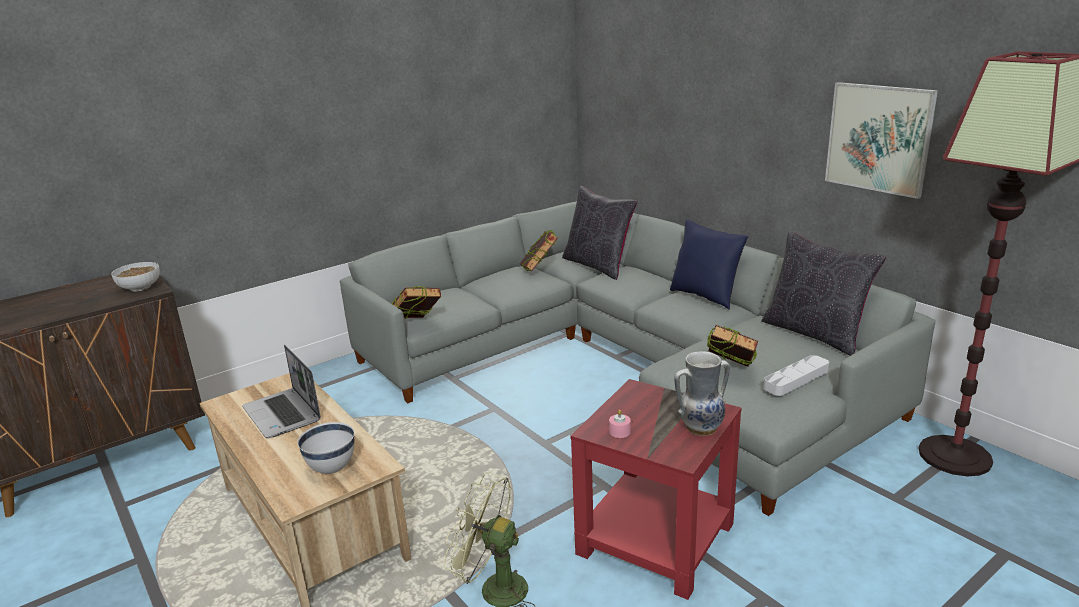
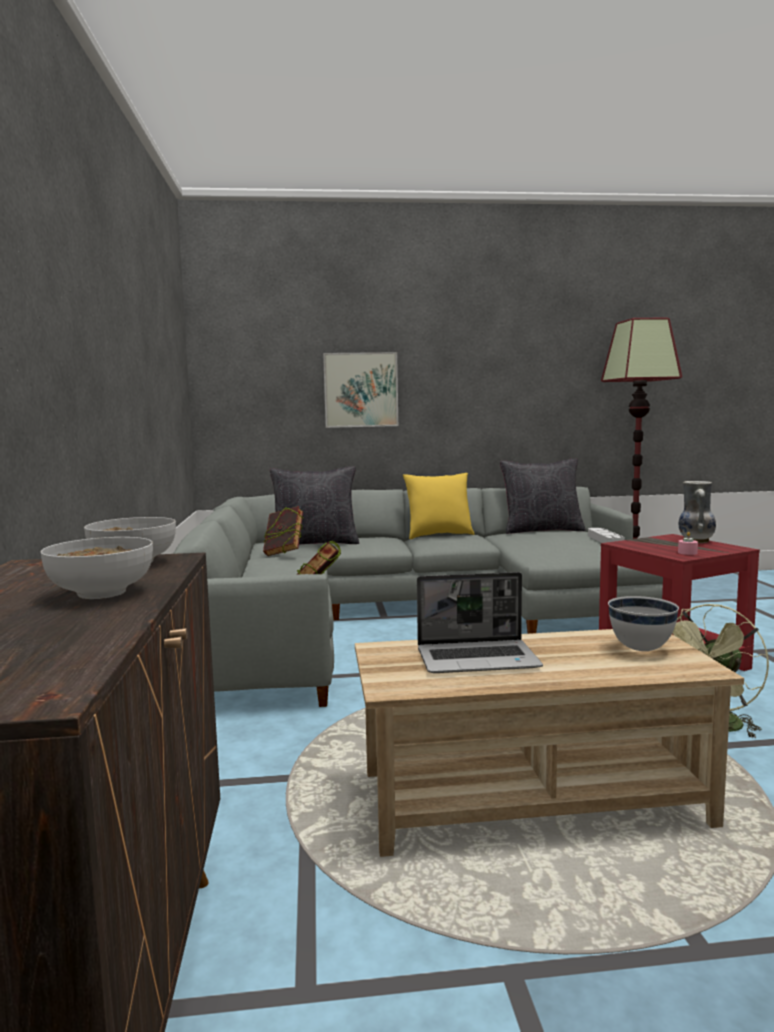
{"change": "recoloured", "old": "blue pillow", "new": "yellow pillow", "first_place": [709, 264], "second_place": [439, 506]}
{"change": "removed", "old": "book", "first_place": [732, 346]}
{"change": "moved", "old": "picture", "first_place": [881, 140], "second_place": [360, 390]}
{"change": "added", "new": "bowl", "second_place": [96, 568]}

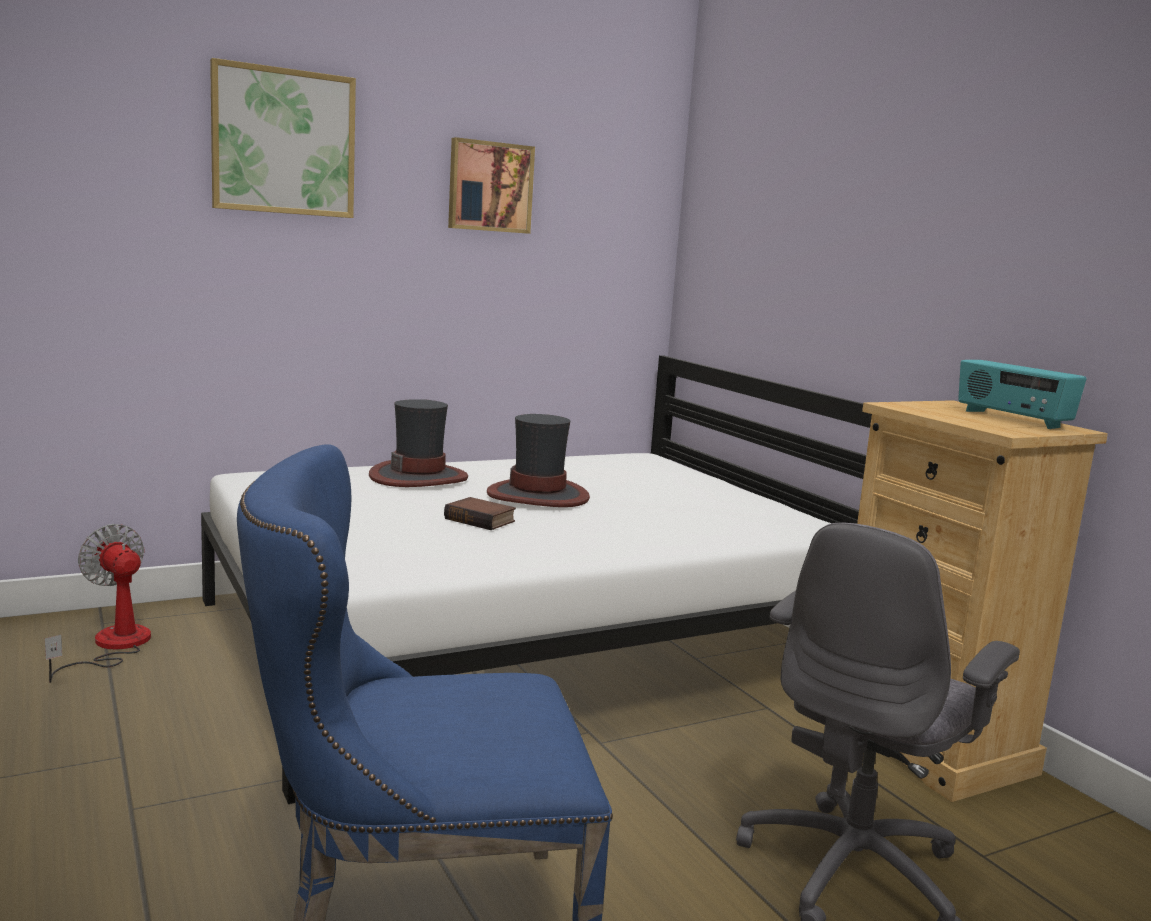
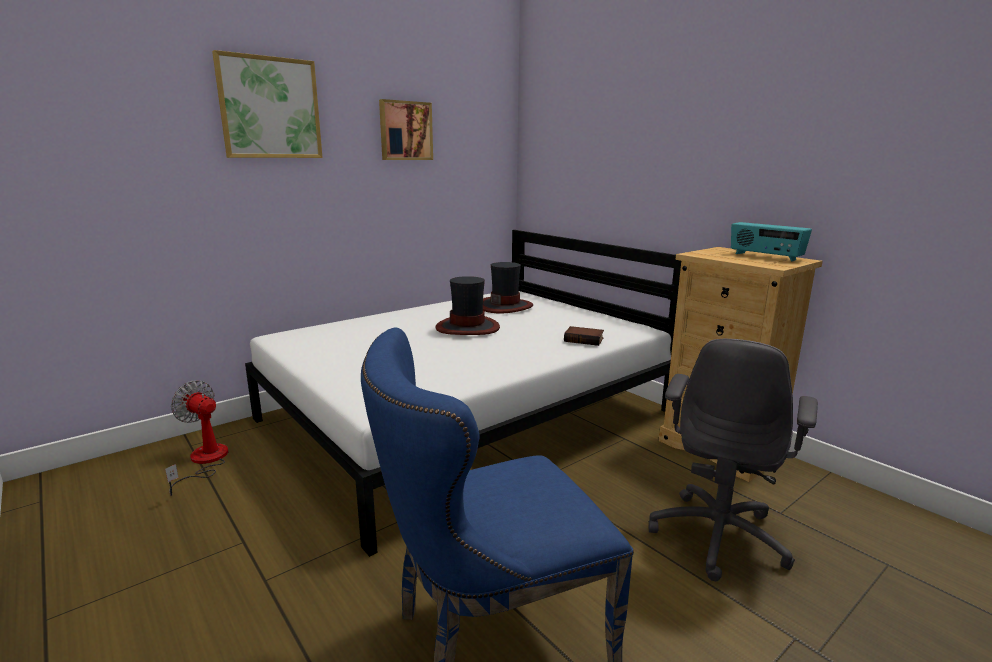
{"change": "moved", "old": "hat", "first_place": [418, 443], "second_place": [508, 287]}
{"change": "moved", "old": "book", "first_place": [480, 513], "second_place": [584, 336]}

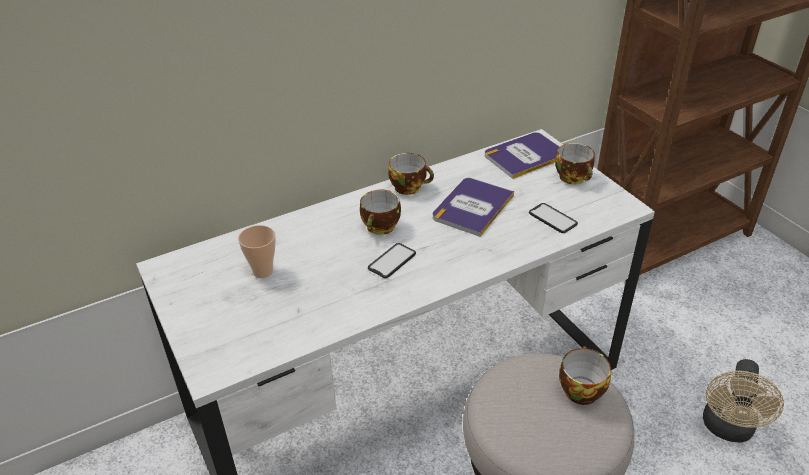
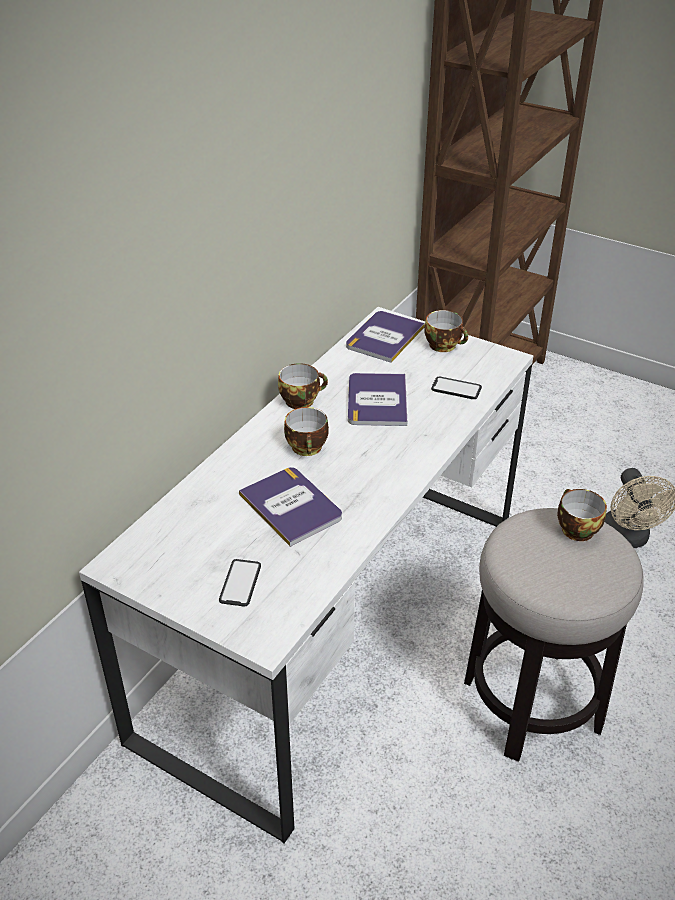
{"change": "removed", "old": "cup", "first_place": [257, 251]}
{"change": "moved", "old": "phone", "first_place": [392, 260], "second_place": [240, 583]}
{"change": "added", "new": "book", "second_place": [290, 507]}

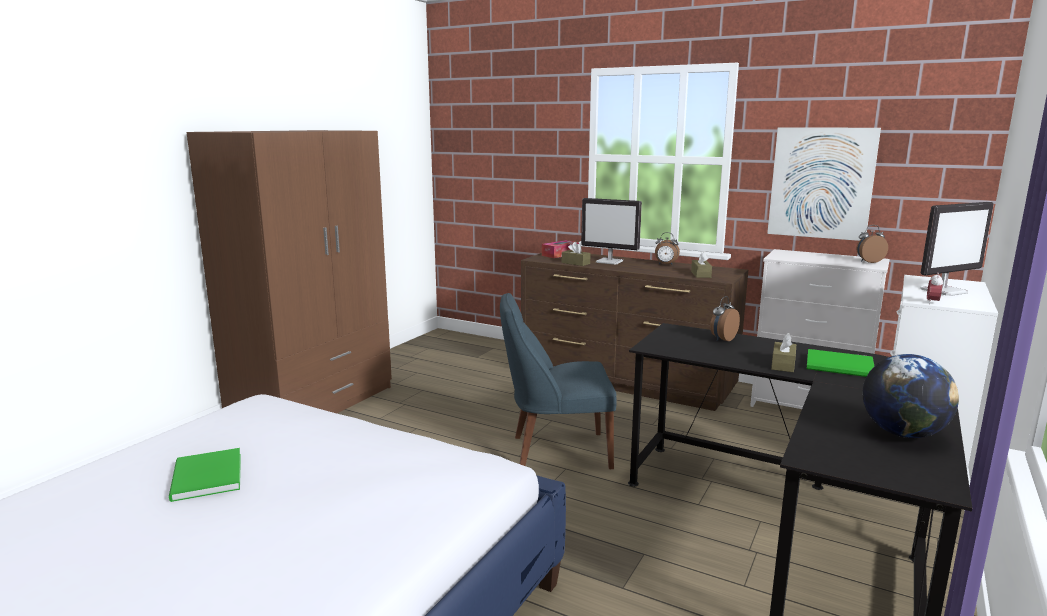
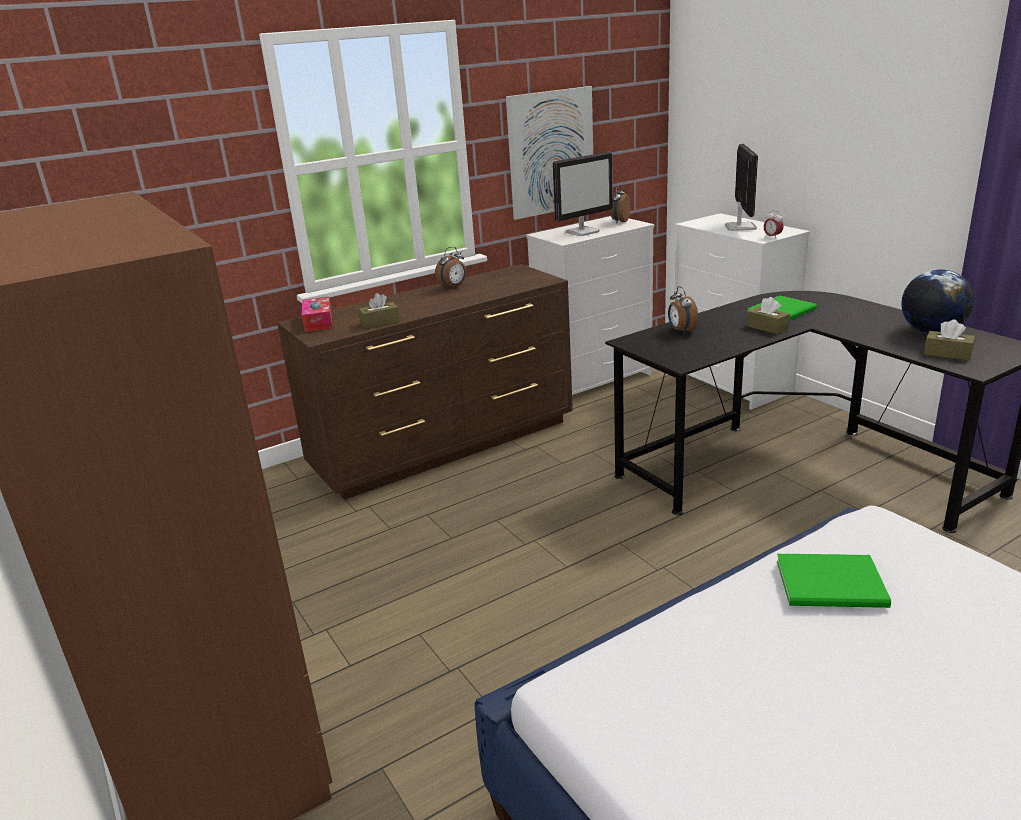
{"change": "moved", "old": "green book", "first_place": [205, 475], "second_place": [834, 581]}
{"change": "removed", "old": "blue chair", "first_place": [558, 381]}
{"change": "moved", "old": "monitor", "first_place": [611, 231], "second_place": [583, 194]}
{"change": "moved", "old": "brown tissue box", "first_place": [701, 265], "second_place": [949, 340]}

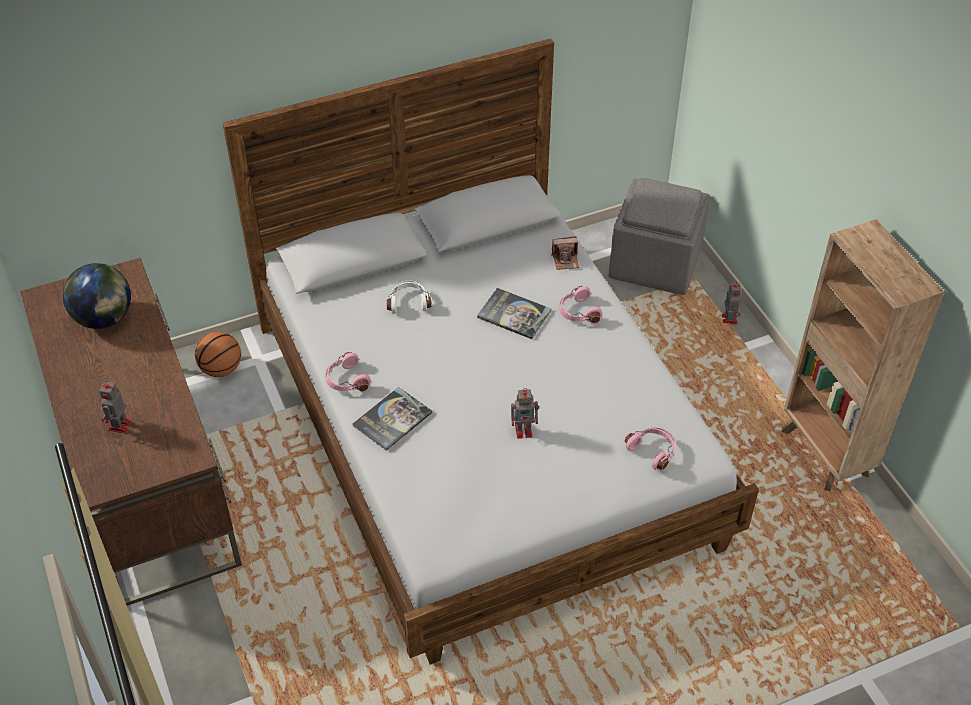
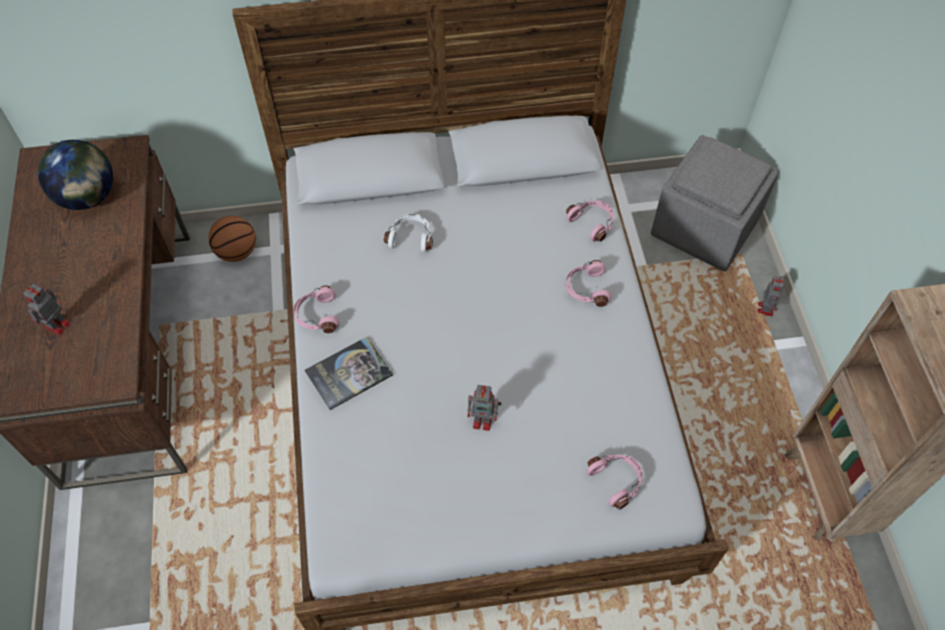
{"change": "removed", "old": "book", "first_place": [514, 313]}
{"change": "replaced", "old": "photo camera", "new": "pink headphones", "first_place": [565, 253], "second_place": [590, 221]}

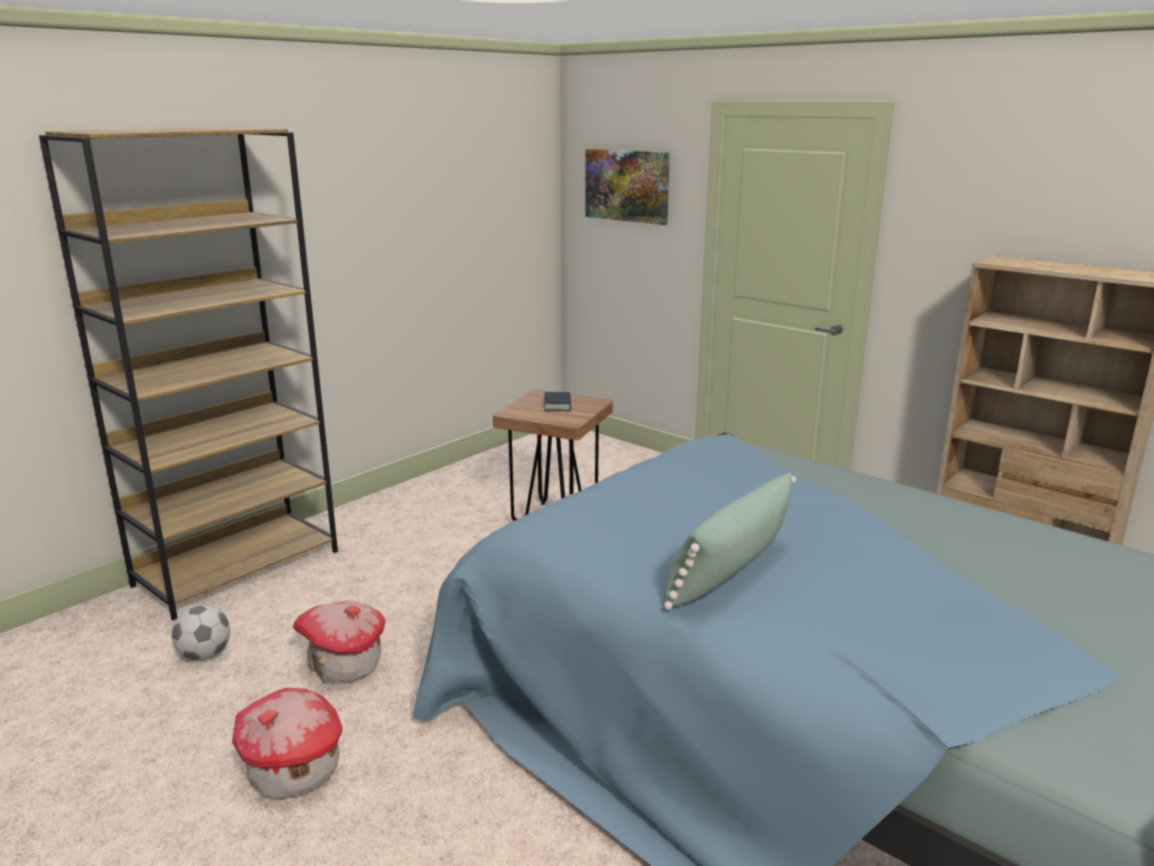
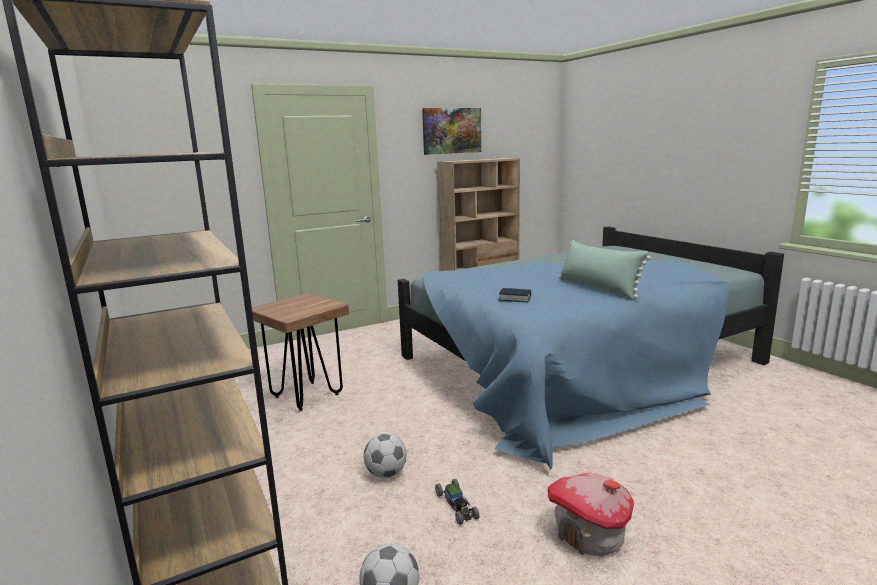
{"change": "replaced", "old": "toy house", "new": "toy car", "first_place": [339, 642], "second_place": [457, 502]}
{"change": "moved", "old": "book", "first_place": [557, 402], "second_place": [515, 295]}
{"change": "moved", "old": "picture", "first_place": [627, 187], "second_place": [451, 131]}
{"change": "added", "new": "football", "second_place": [385, 455]}

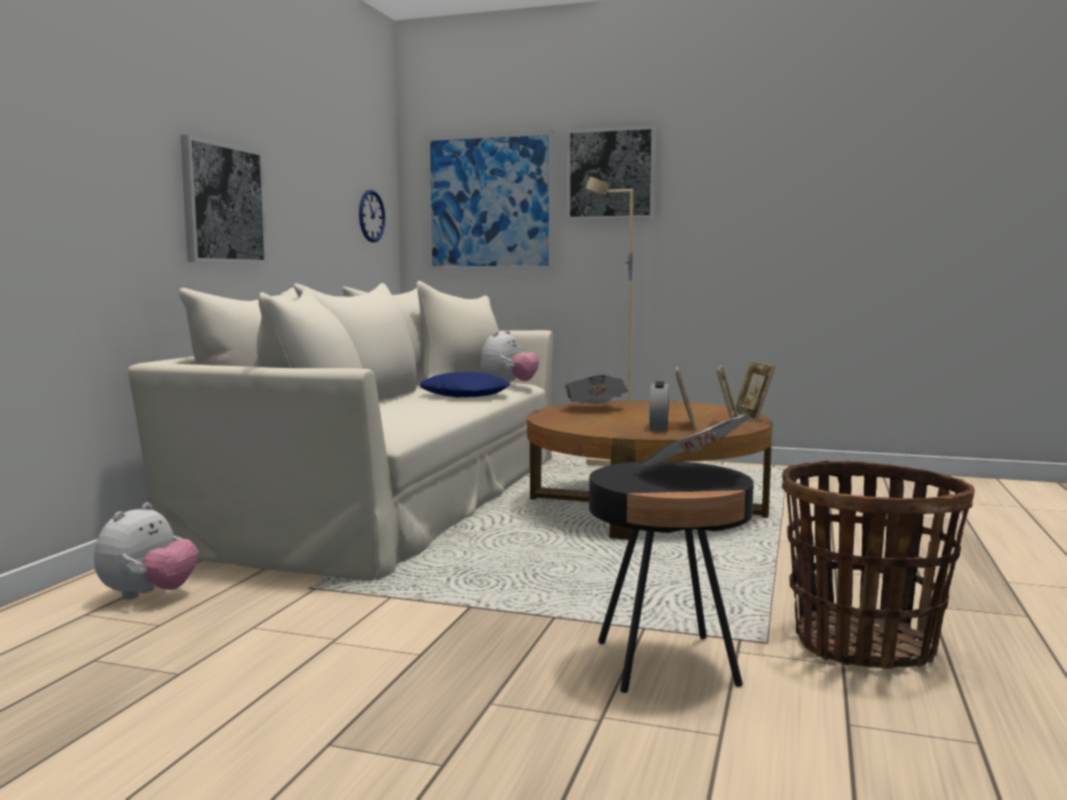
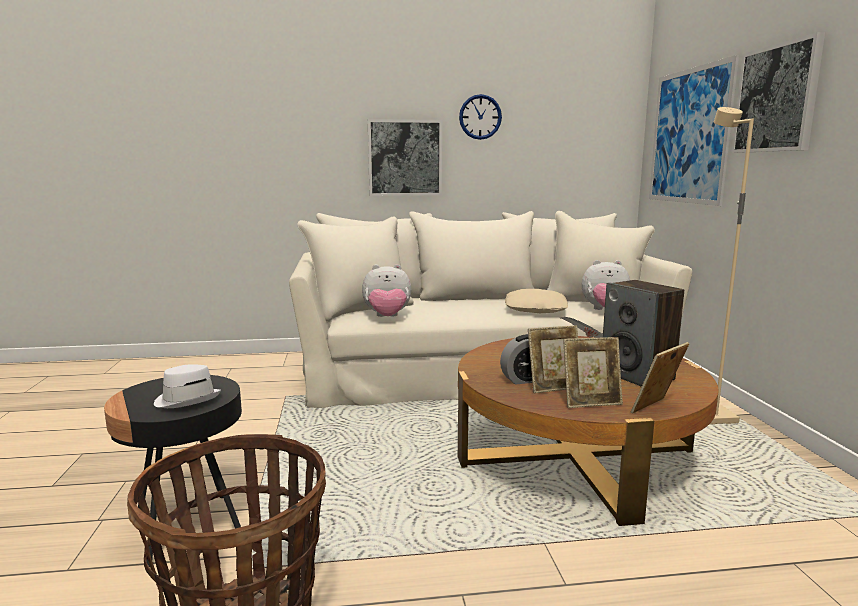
{"change": "moved", "old": "plush toy", "first_place": [146, 551], "second_place": [386, 290]}
{"change": "moved", "old": "wall clock", "first_place": [372, 216], "second_place": [480, 117]}
{"change": "recoloured", "old": "blue pillow", "new": "beige pillow", "first_place": [465, 384], "second_place": [536, 301]}
{"change": "replaced", "old": "newspaper", "new": "white hat", "first_place": [692, 440], "second_place": [187, 386]}
{"change": "added", "new": "speaker", "second_place": [643, 333]}

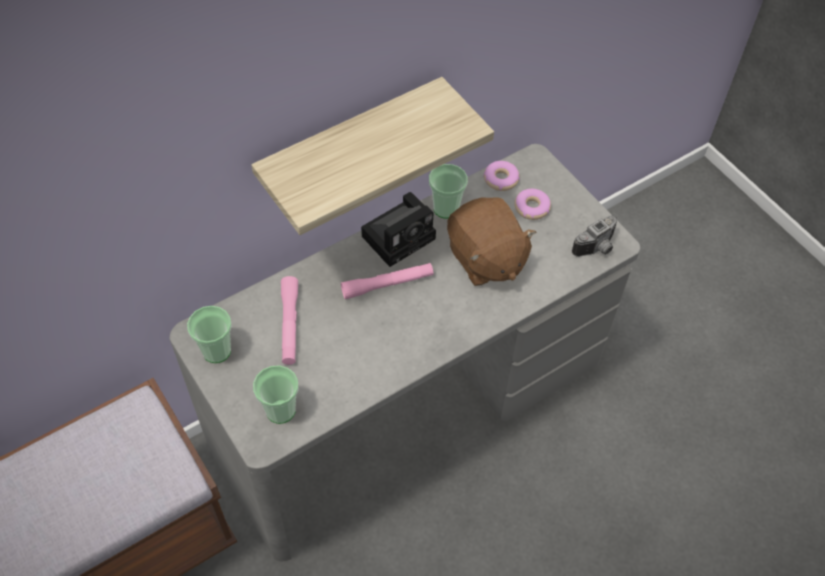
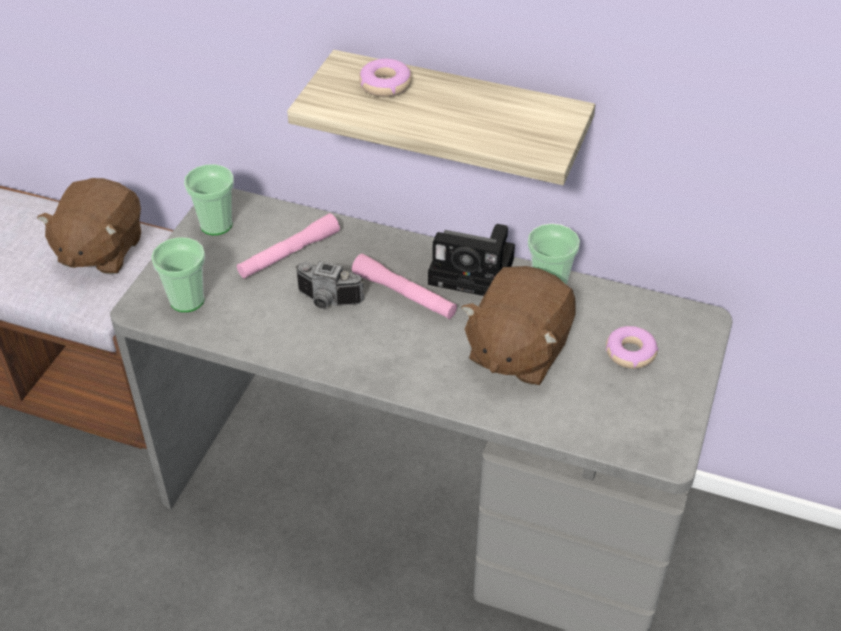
{"change": "moved", "old": "donut", "first_place": [501, 176], "second_place": [385, 78]}
{"change": "moved", "old": "photo camera", "first_place": [594, 236], "second_place": [329, 285]}
{"change": "added", "new": "brown plush toy", "second_place": [89, 226]}

